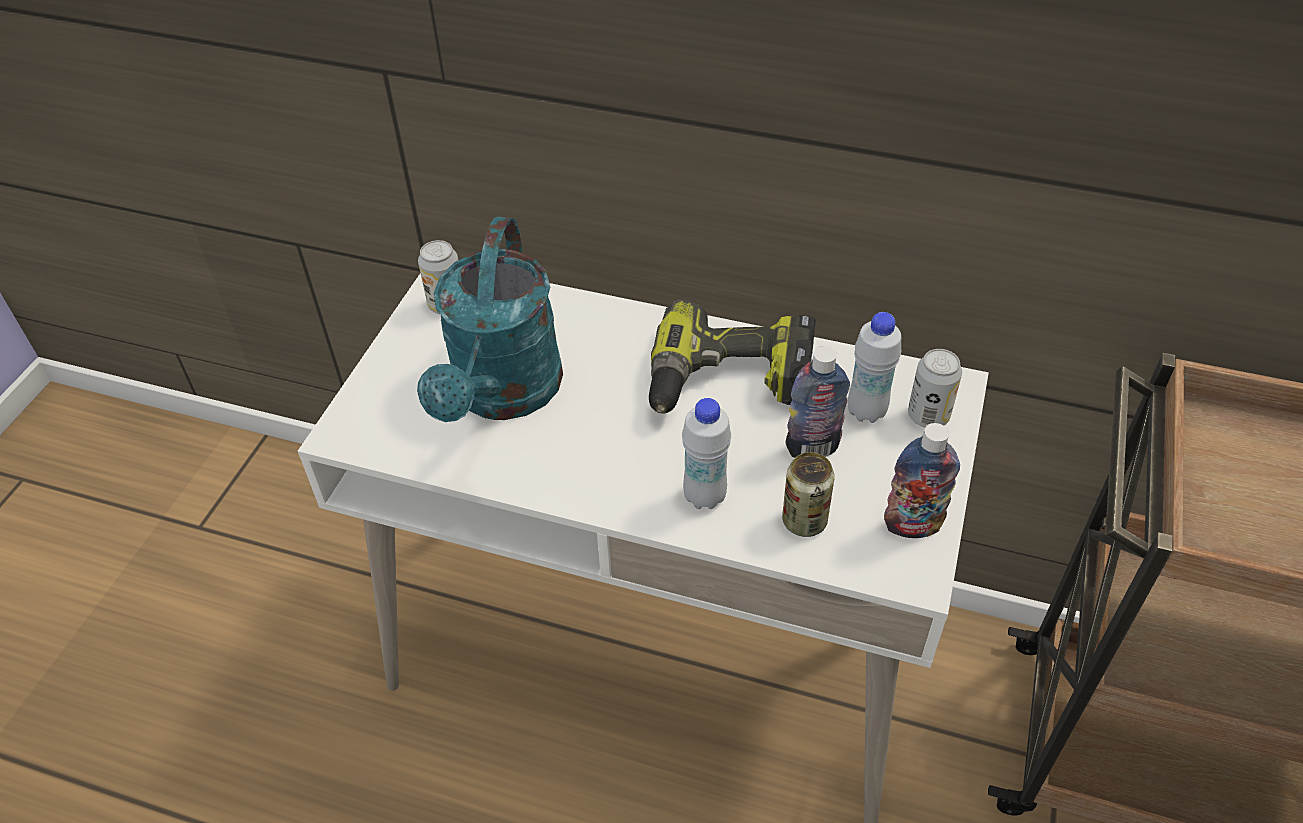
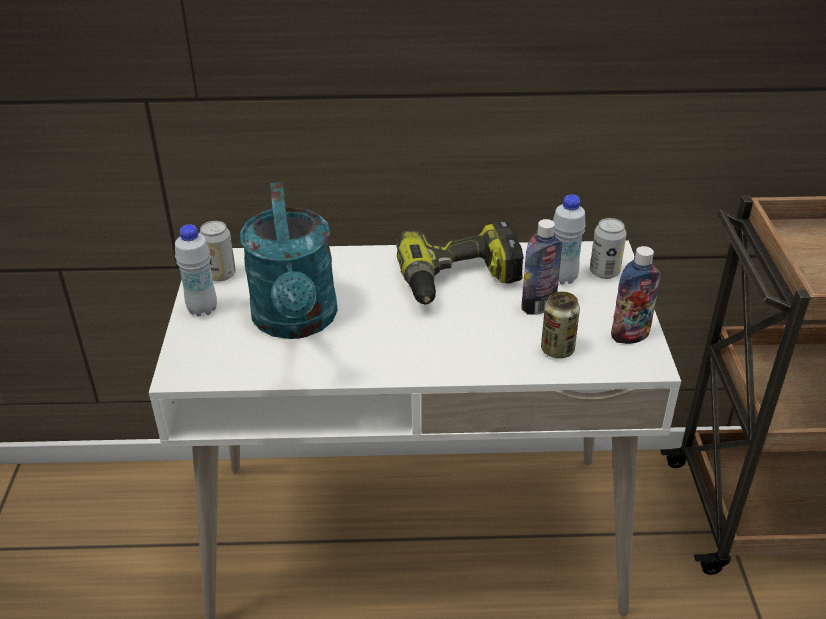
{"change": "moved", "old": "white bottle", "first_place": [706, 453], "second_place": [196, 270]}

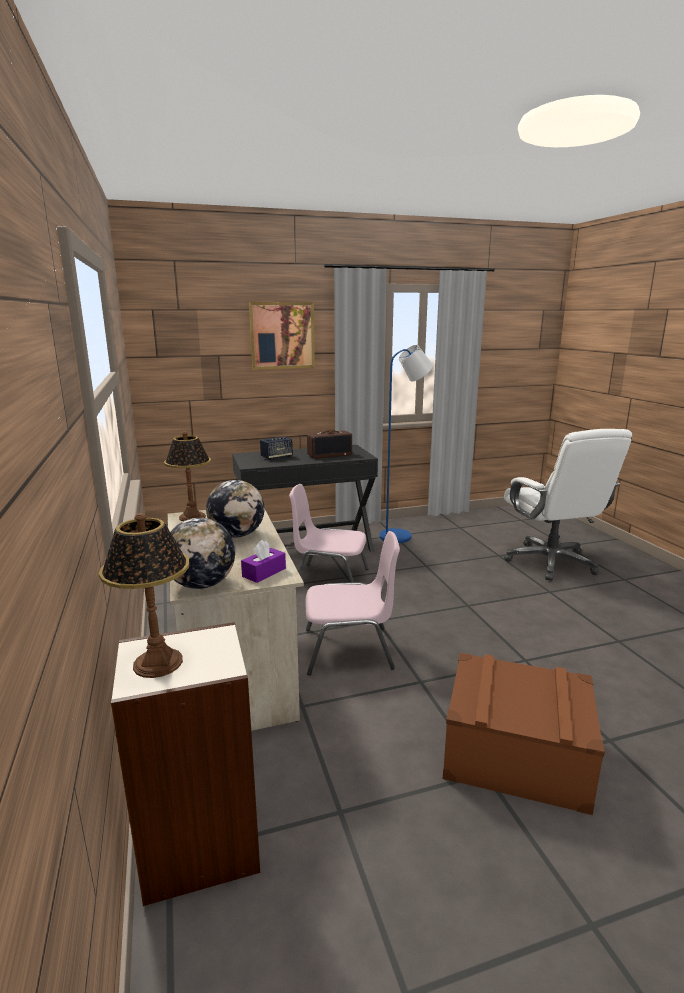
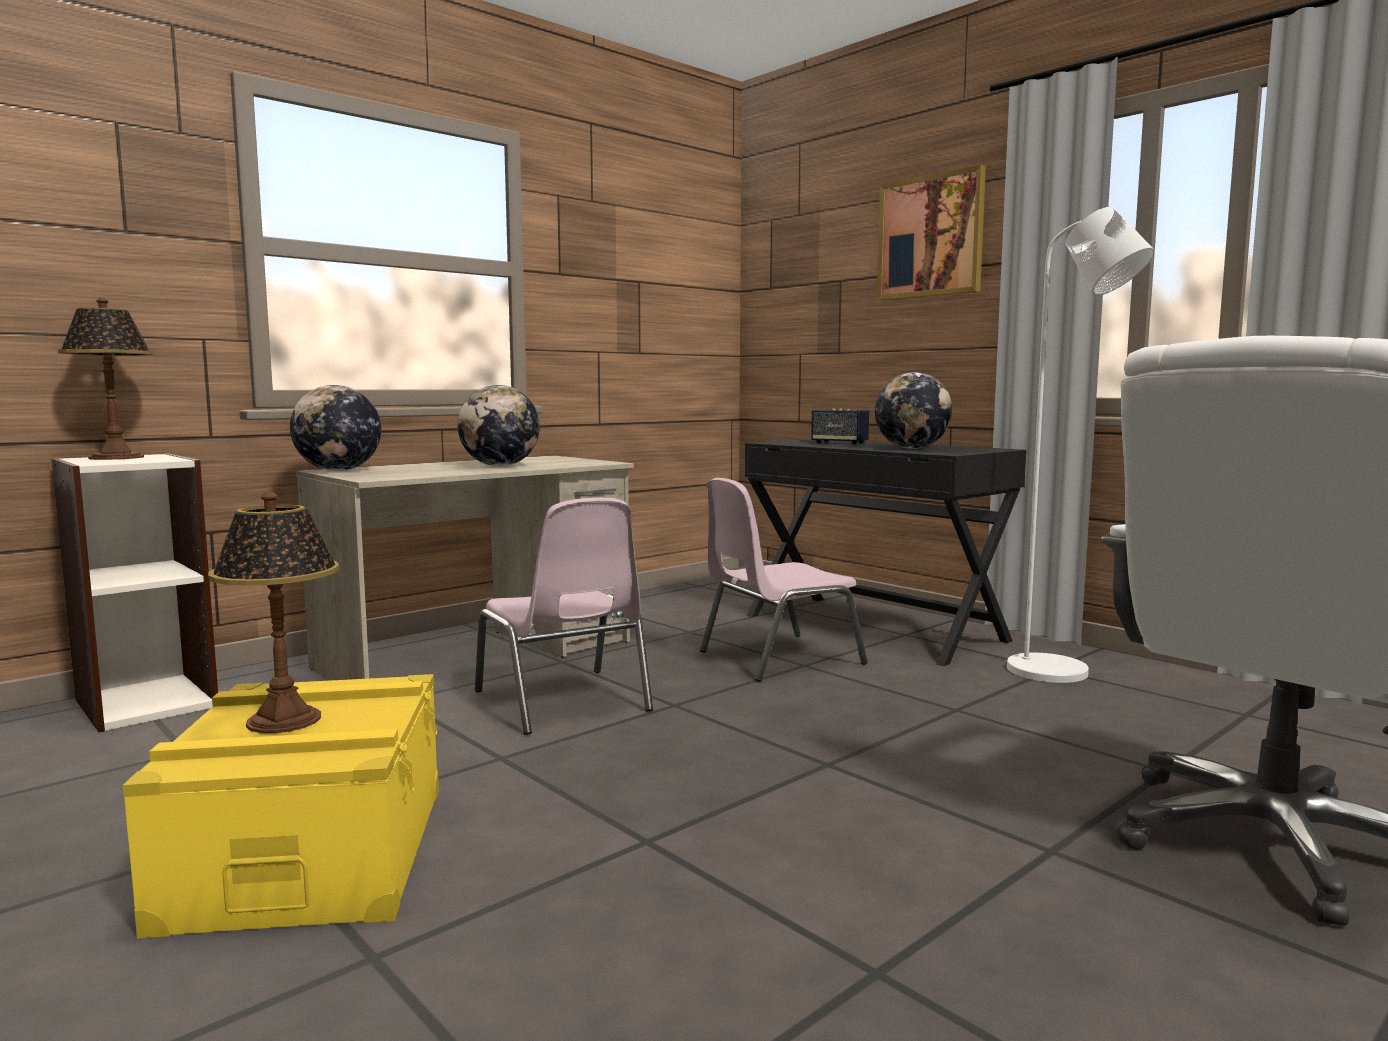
{"change": "moved", "old": "table lamp", "first_place": [187, 476], "second_place": [273, 612]}
{"change": "removed", "old": "purple tissue box", "first_place": [263, 561]}
{"change": "turned", "old": "pink chair", "first_place": [329, 533], "second_place": [784, 580], "degrees": -105}
{"change": "replaced", "old": "radio", "new": "globe", "first_place": [329, 444], "second_place": [913, 410]}
{"change": "recoloured", "old": "blue floor lamp", "new": "white floor lamp", "first_place": [406, 444], "second_place": [1081, 445]}
{"change": "recoloured", "old": "brown storage box", "new": "yellow storage box", "first_place": [524, 734], "second_place": [280, 806]}

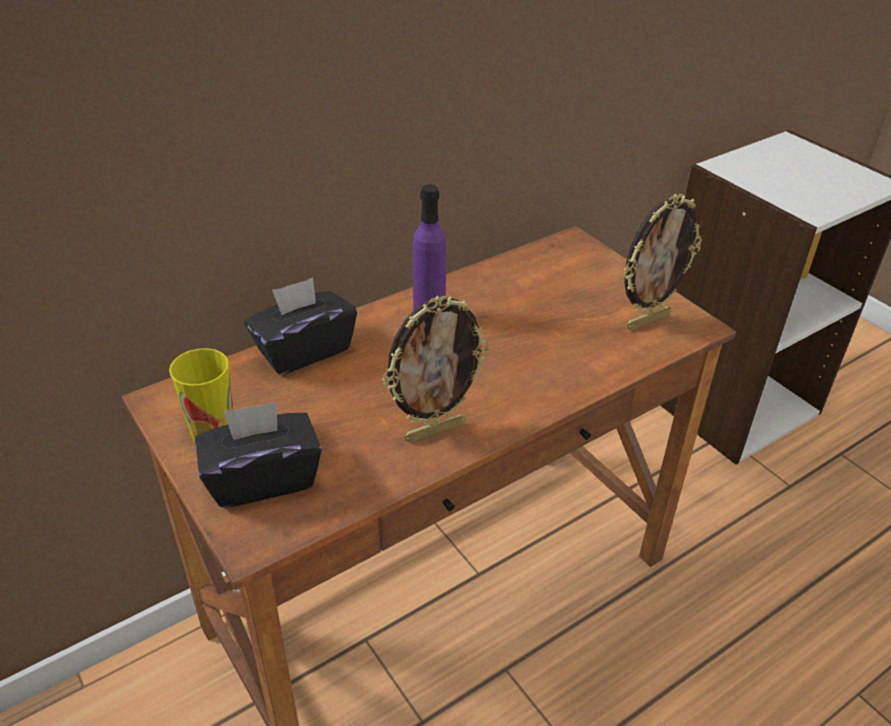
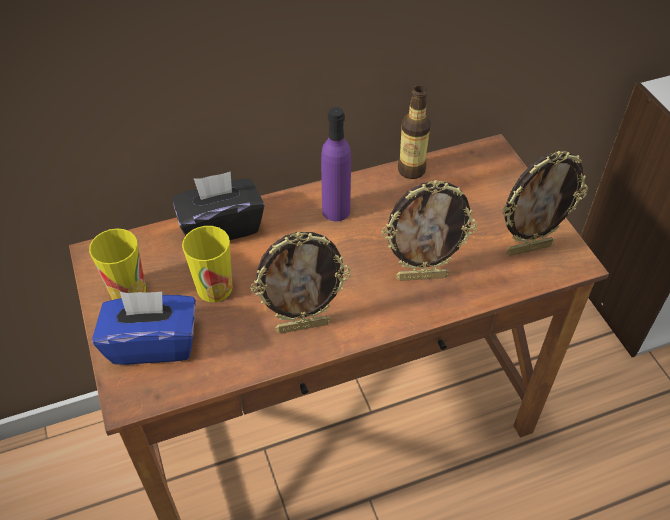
{"change": "recoloured", "old": "black tissue box", "new": "blue tissue box", "first_place": [258, 455], "second_place": [144, 328]}
{"change": "added", "new": "cup", "second_place": [207, 264]}
{"change": "added", "new": "picture frame", "second_place": [429, 230]}
{"change": "added", "new": "bottle", "second_place": [414, 132]}

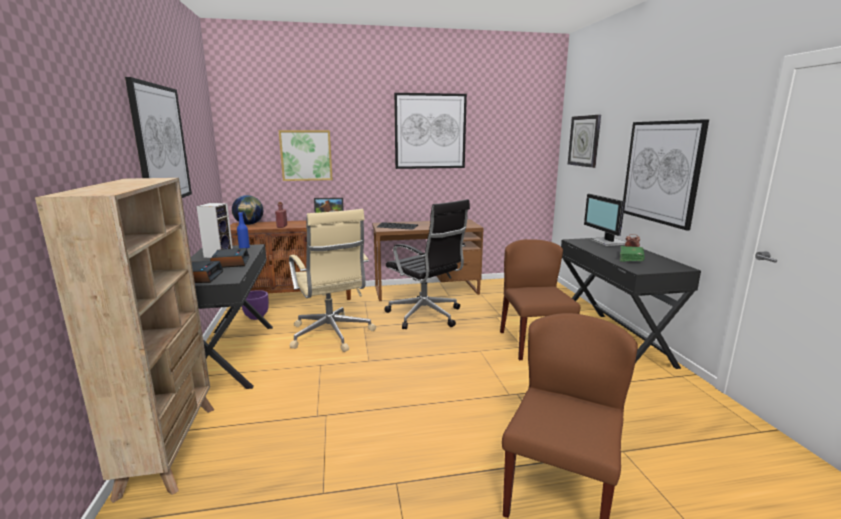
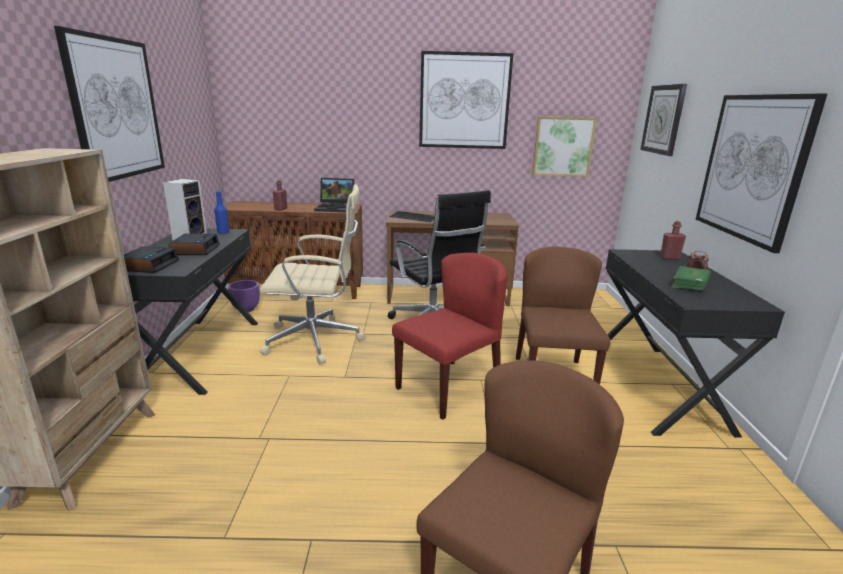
{"change": "removed", "old": "globe", "first_place": [247, 210]}
{"change": "moved", "old": "picture", "first_place": [306, 155], "second_place": [564, 146]}
{"change": "turned", "old": "beige office chair", "first_place": [332, 280], "second_place": [312, 274], "degrees": -75}
{"change": "replaced", "old": "monitor", "new": "red bottle", "first_place": [605, 220], "second_place": [673, 240]}
{"change": "added", "new": "red chair", "second_place": [449, 336]}

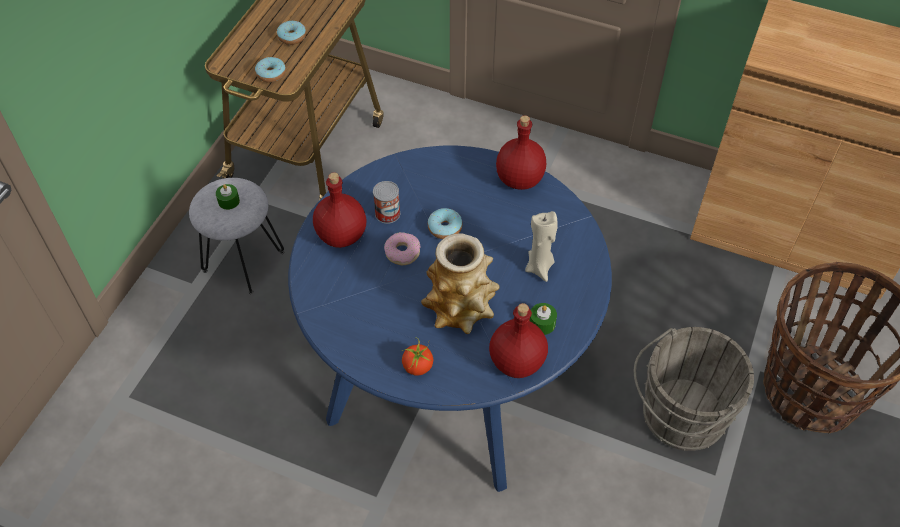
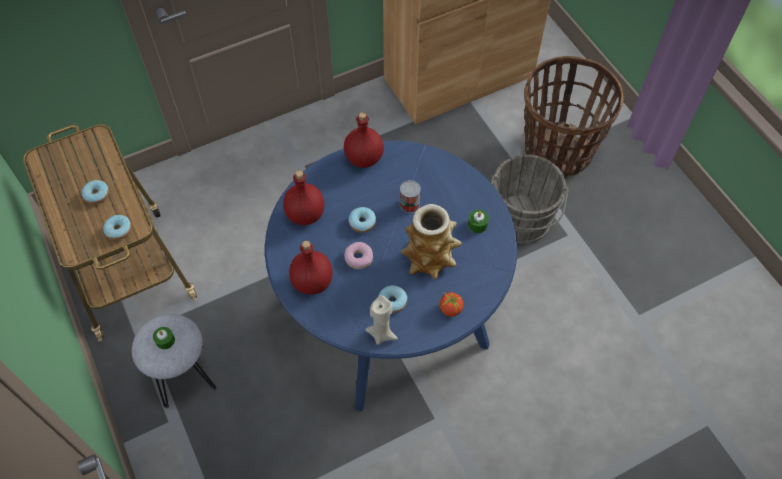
{"change": "moved", "old": "can", "first_place": [386, 202], "second_place": [410, 196]}
{"change": "moved", "old": "red bottle", "first_place": [518, 340], "second_place": [303, 197]}
{"change": "moved", "old": "beige candle", "first_place": [541, 246], "second_place": [381, 320]}
{"change": "added", "new": "donut", "second_place": [392, 299]}

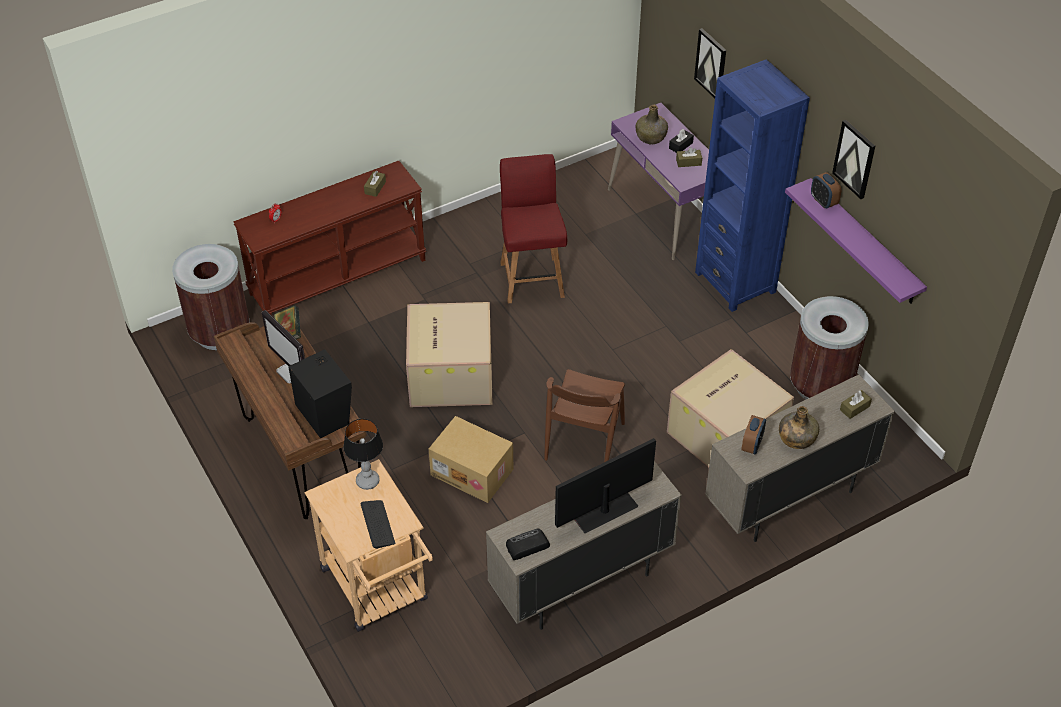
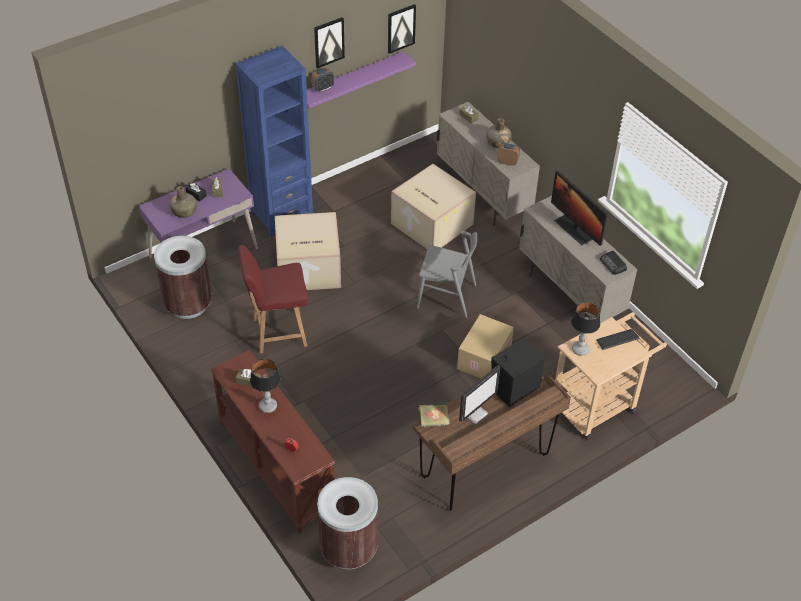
{"change": "moved", "old": "cardboard box", "first_place": [449, 354], "second_place": [308, 251]}
{"change": "recoloured", "old": "brown chair", "new": "grey chair", "first_place": [584, 415], "second_place": [447, 274]}
{"change": "moved", "old": "picture", "first_place": [710, 63], "second_place": [402, 29]}
{"change": "moved", "old": "brown trash can", "first_place": [829, 348], "second_place": [183, 277]}
{"change": "added", "new": "table lamp", "second_place": [265, 386]}

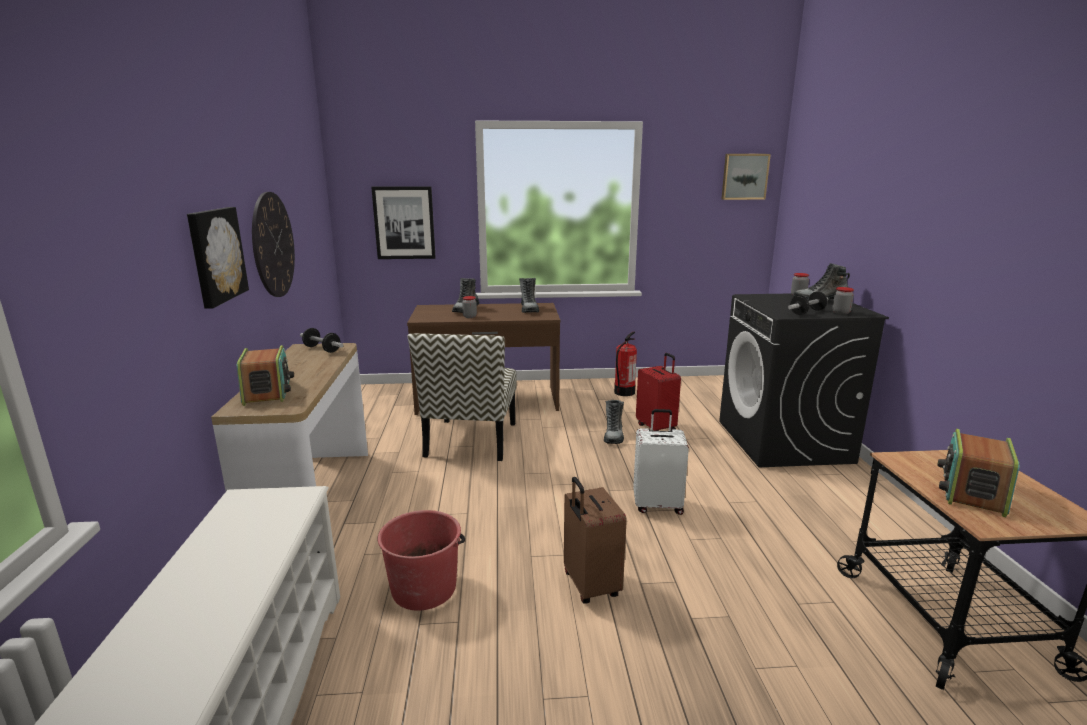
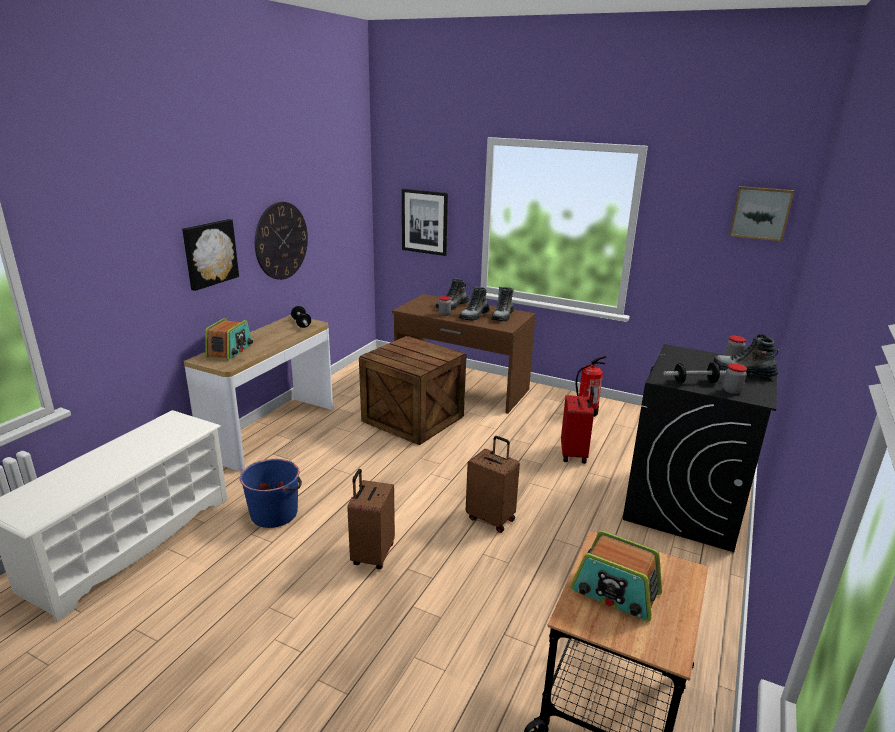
{"change": "recoloured", "old": "red bucket", "new": "blue bucket", "first_place": [421, 560], "second_place": [271, 493]}
{"change": "replaced", "old": "chair", "new": "crate", "first_place": [462, 397], "second_place": [412, 390]}
{"change": "moved", "old": "boot", "first_place": [614, 422], "second_place": [474, 303]}
{"change": "recoloured", "old": "white suitcase", "new": "brown suitcase", "first_place": [661, 462], "second_place": [493, 484]}
{"change": "turned", "old": "radio", "first_place": [978, 473], "second_place": [616, 576], "degrees": -120}

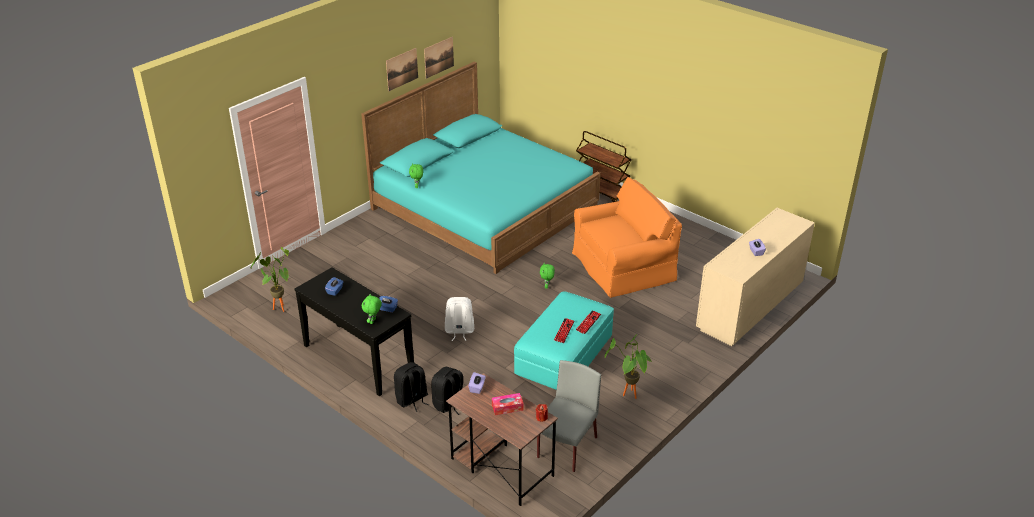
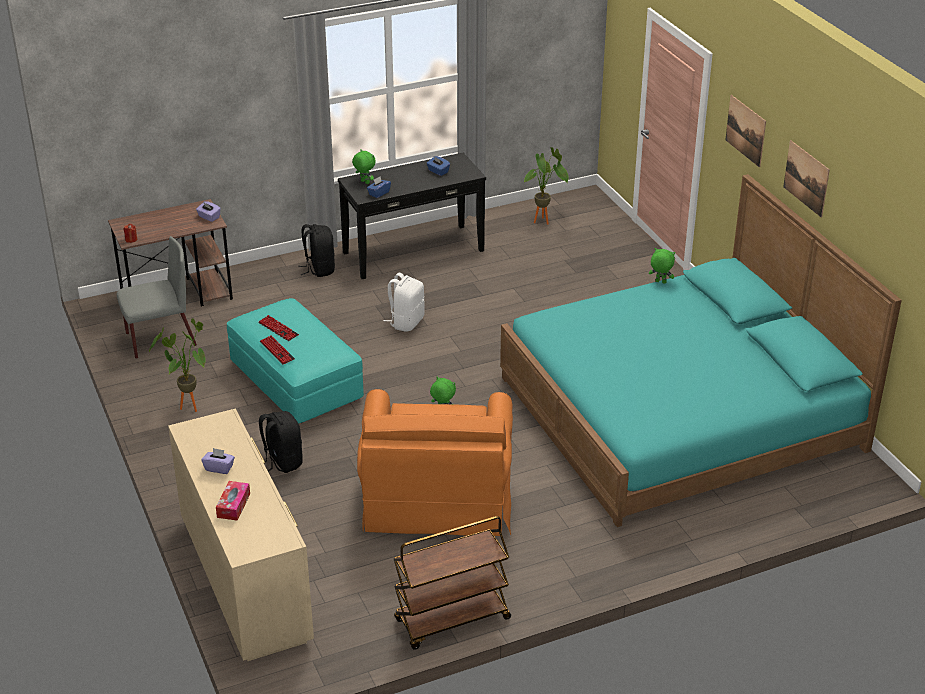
{"change": "moved", "old": "picture", "first_place": [439, 58], "second_place": [745, 131]}
{"change": "moved", "old": "black backpack", "first_place": [447, 391], "second_place": [281, 442]}
{"change": "moved", "old": "tissue box", "first_place": [507, 404], "second_place": [233, 501]}
{"change": "turned", "old": "grey chair", "first_place": [569, 416], "second_place": [157, 297], "degrees": -75}
{"change": "moved", "old": "brown cart", "first_place": [603, 166], "second_place": [452, 583]}

